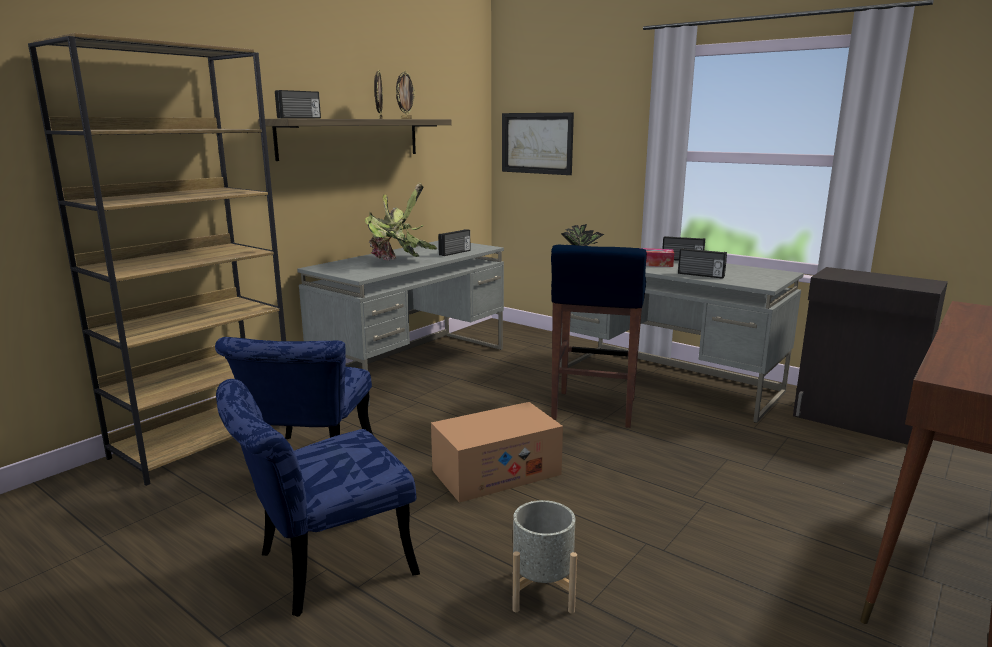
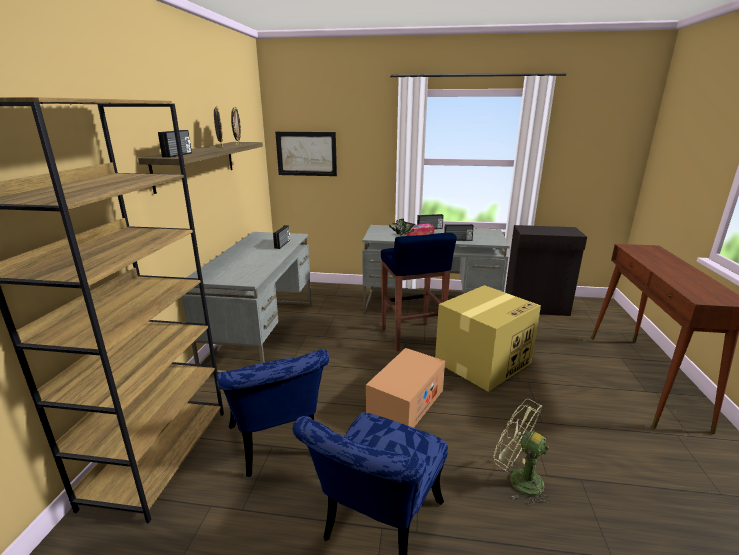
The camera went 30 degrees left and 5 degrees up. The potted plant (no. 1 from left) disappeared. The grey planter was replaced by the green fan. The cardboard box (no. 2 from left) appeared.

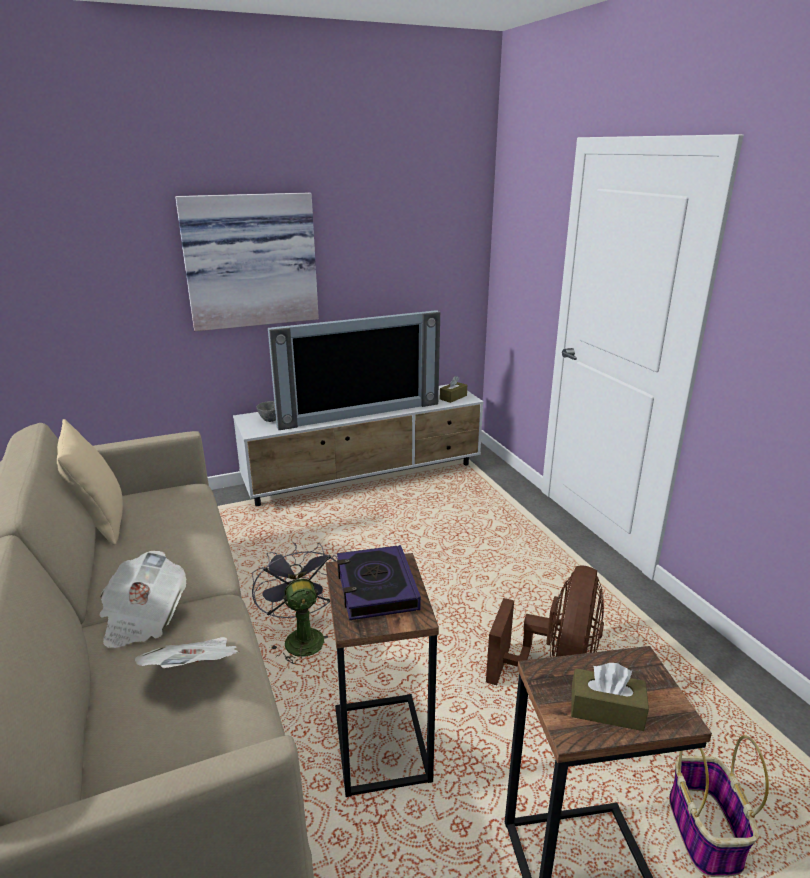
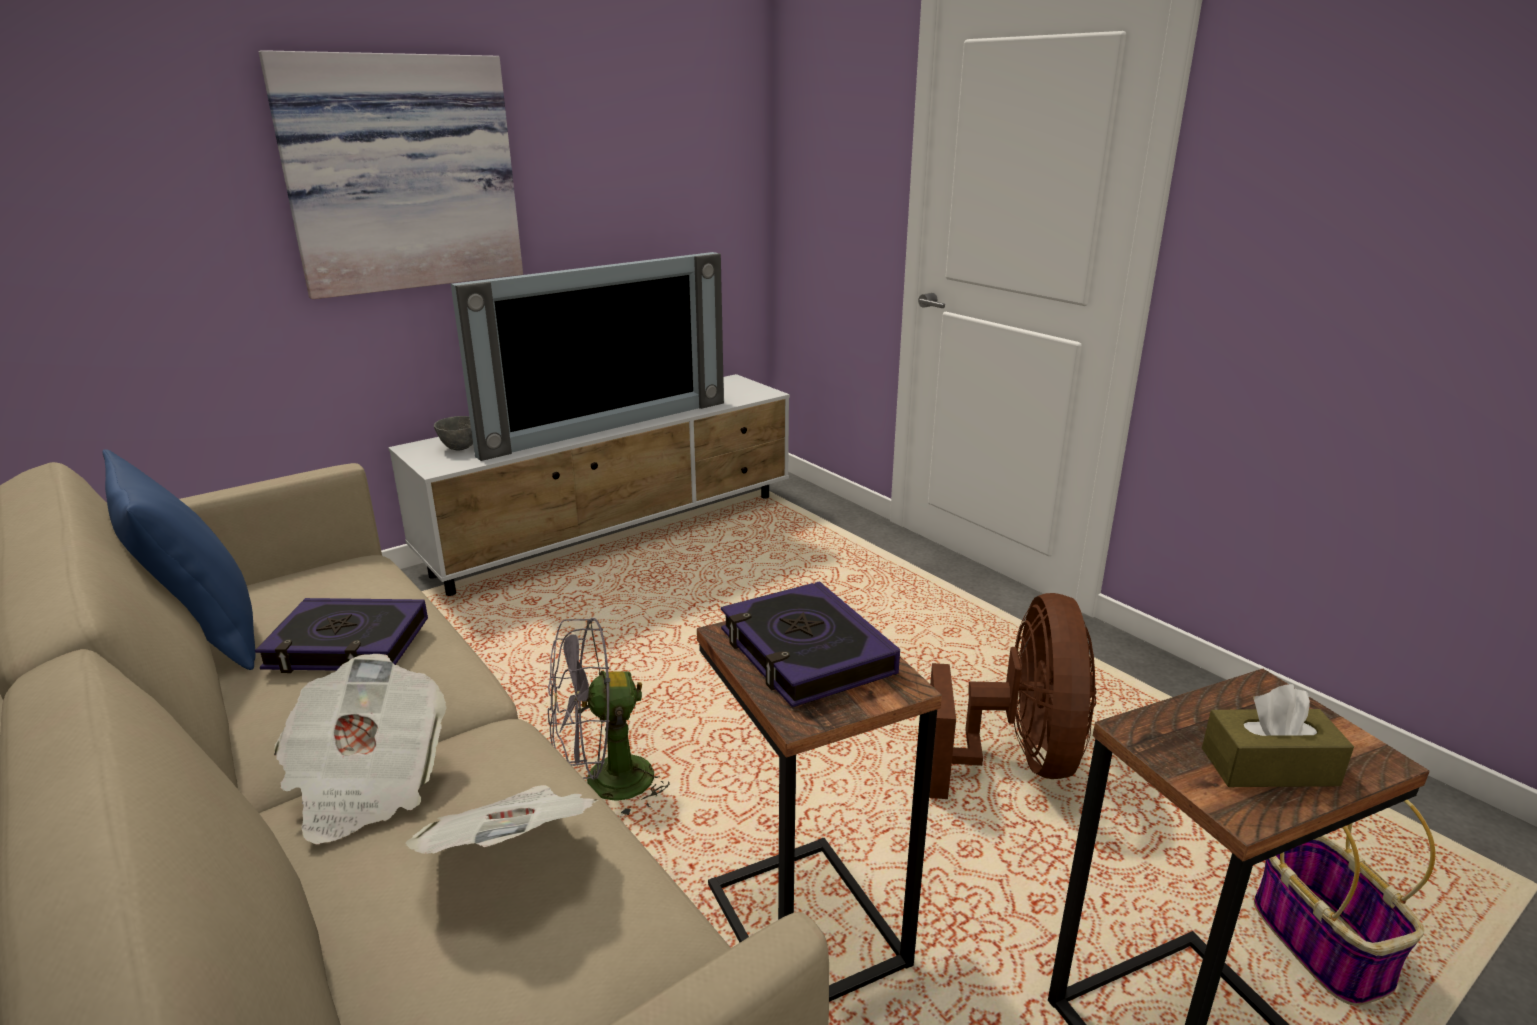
The camera went 15 degrees left and 0 degrees up. The beige pillow became the blue pillow. The grey fan turned 75 degrees counterclockwise. The brown tissue box (no. 1 from left) disappeared. The book (no. 1 from left) appeared.

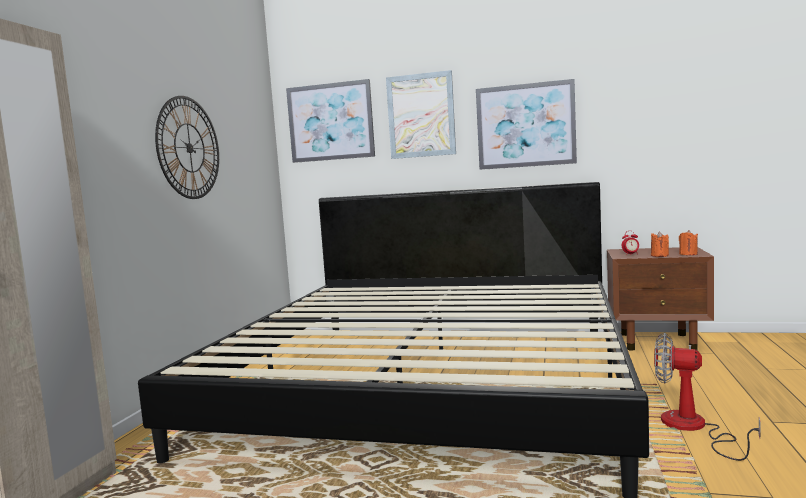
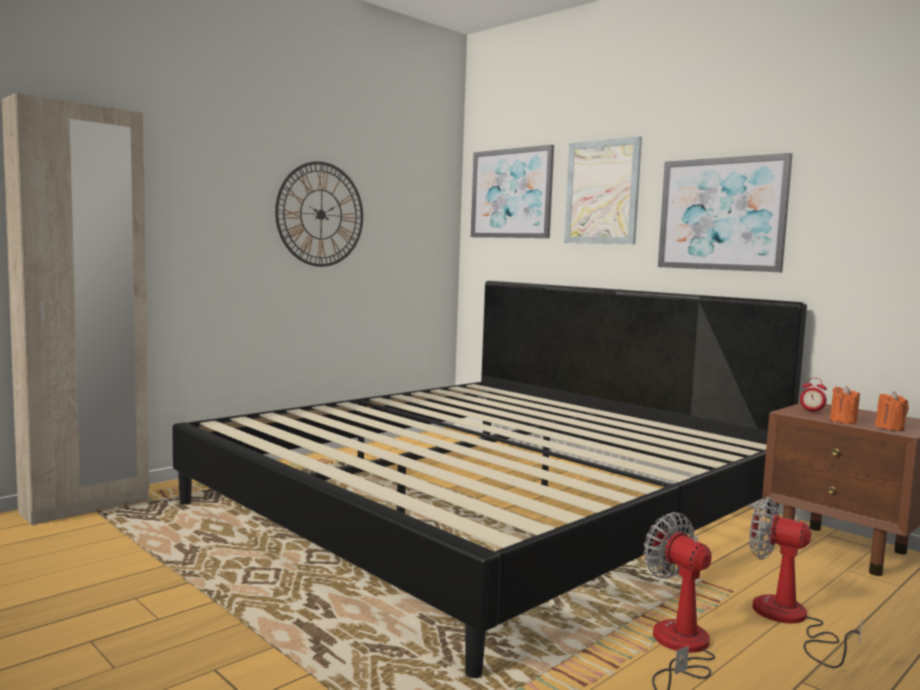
The camera went 30 degrees right and 0 degrees up. The fan (no. 2 from left) appeared.

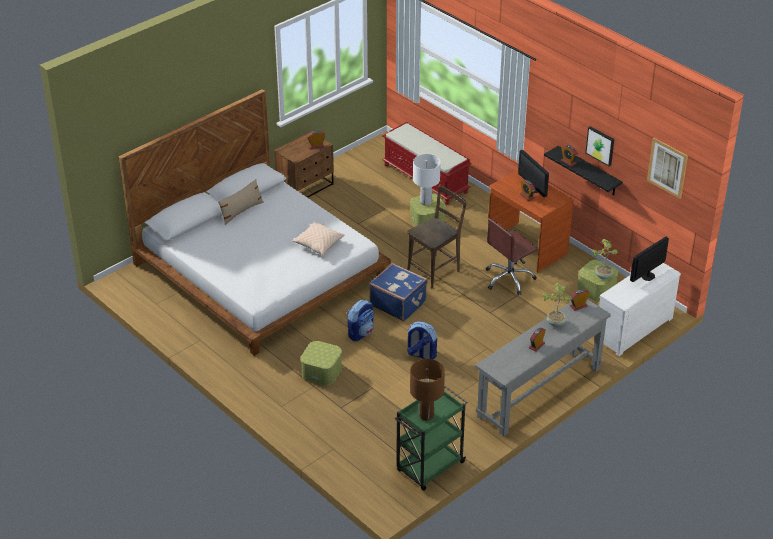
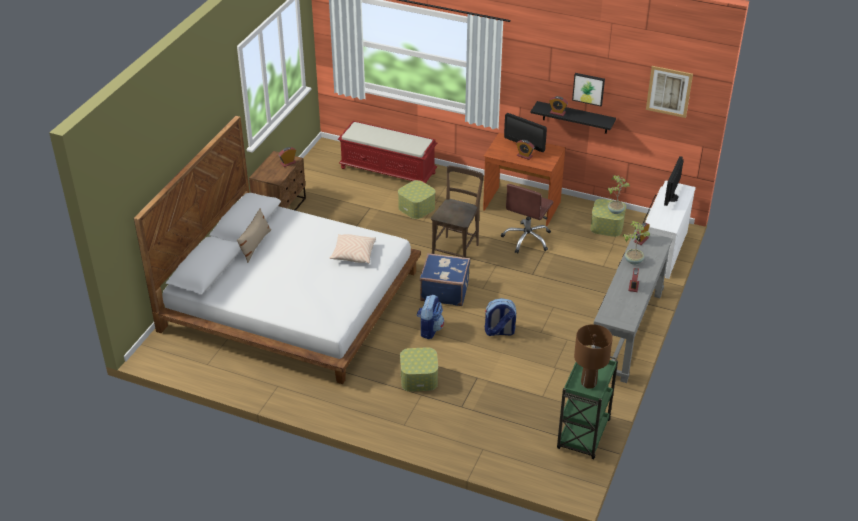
The camera went 25 degrees left and 0 degrees up. The white table lamp disappeared.

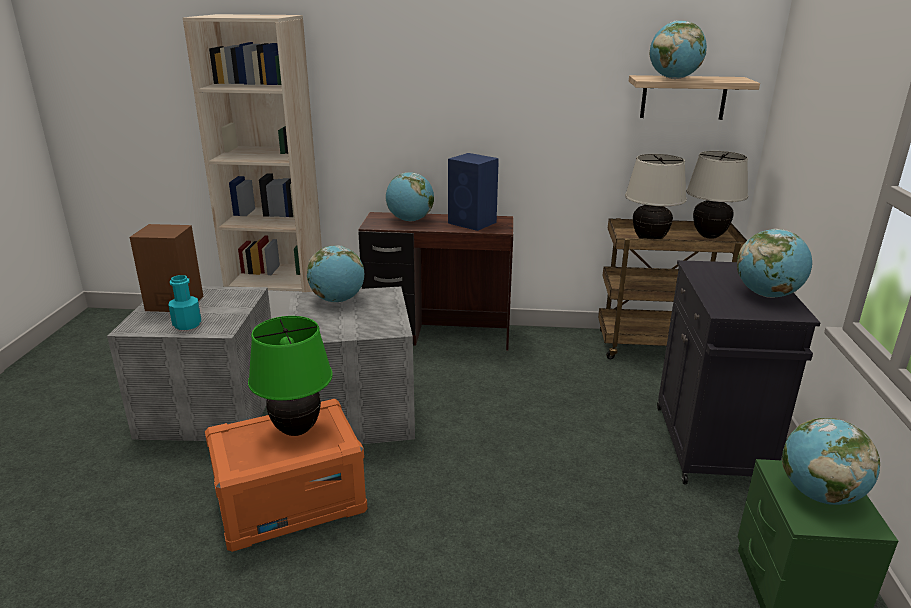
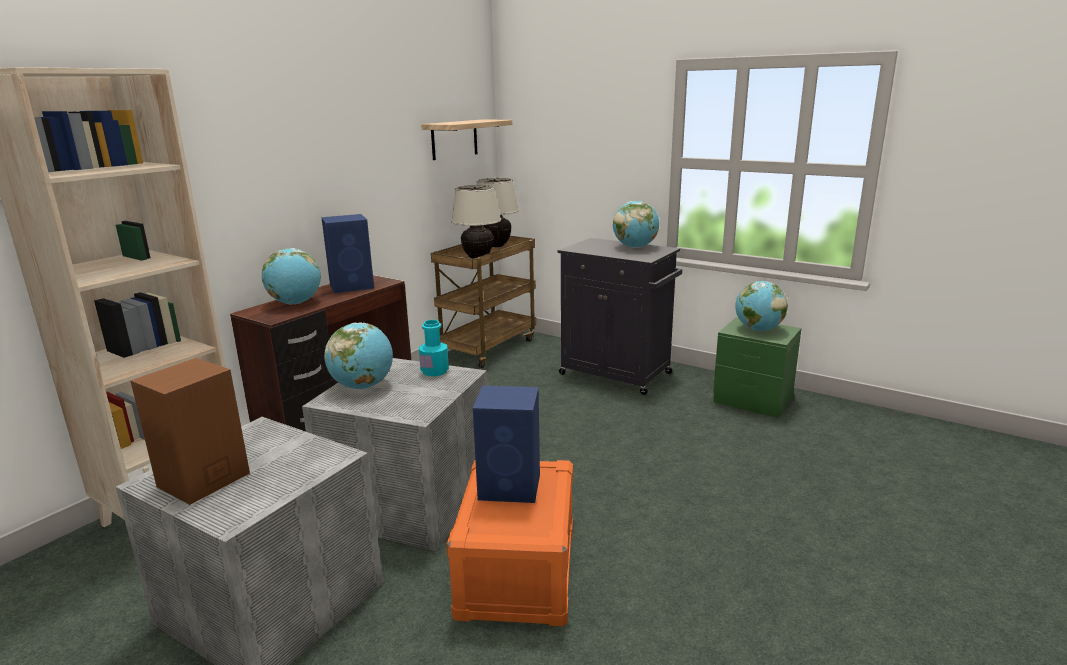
The camera went 60 degrees left and 5 degrees down. The turquoise bottle moved. The green table lamp was replaced by the blue speaker (no. 2 from left). The globe (no. 3 from left) disappeared.

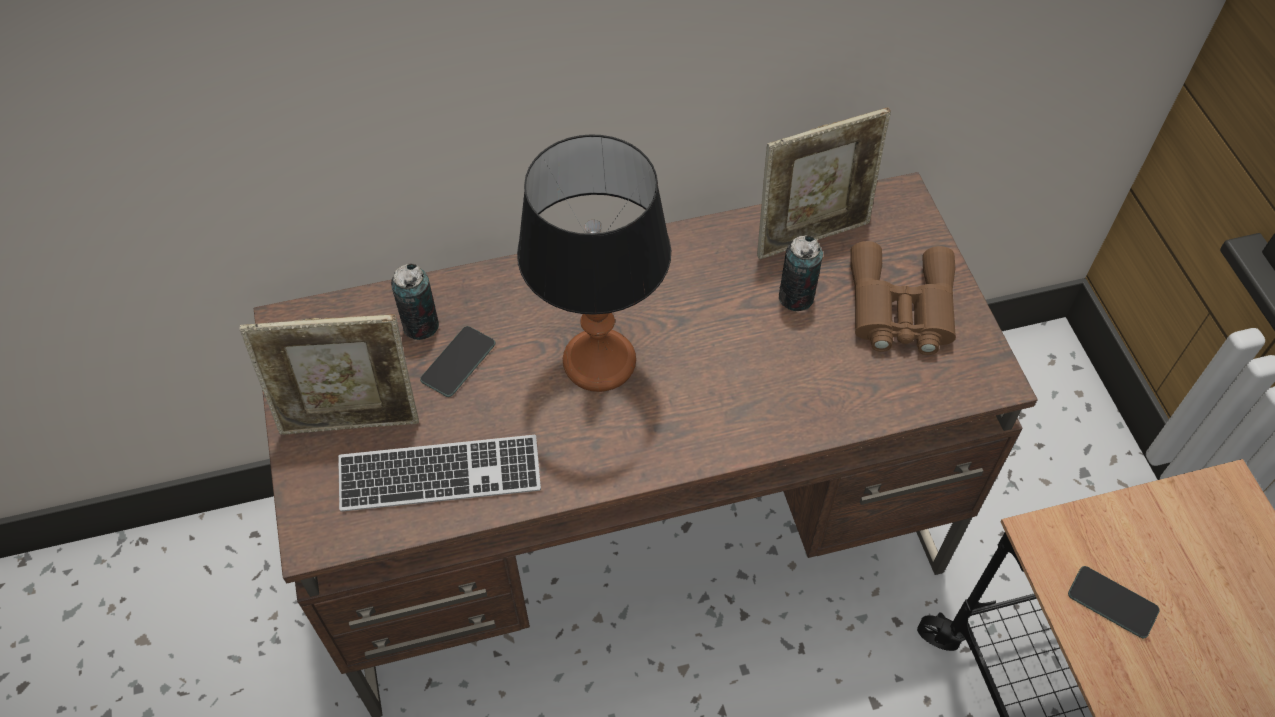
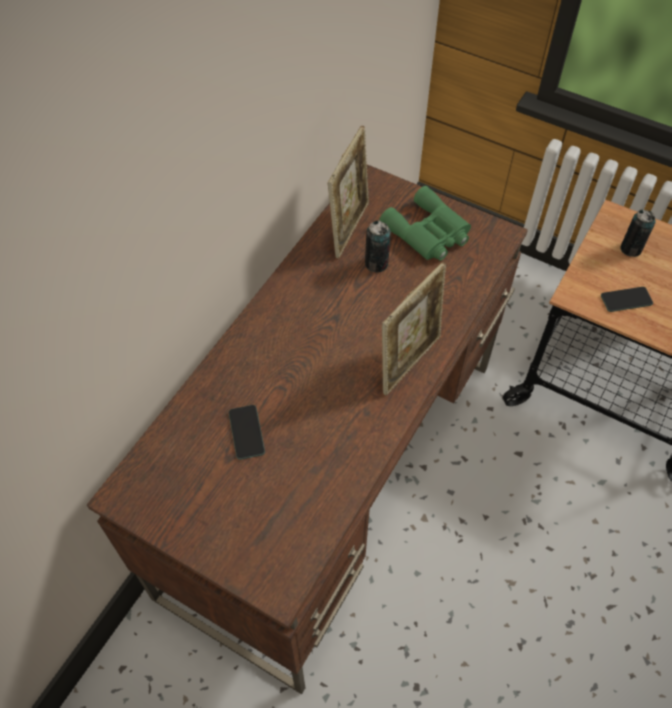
The camera went 45 degrees left and 0 degrees up. The picture frame (no. 1 from left in the first image) moved. The keyboard disappeared. The can (no. 1 from left in the first image) moved. The table lamp disappeared. The brown binoculars became the green binoculars.

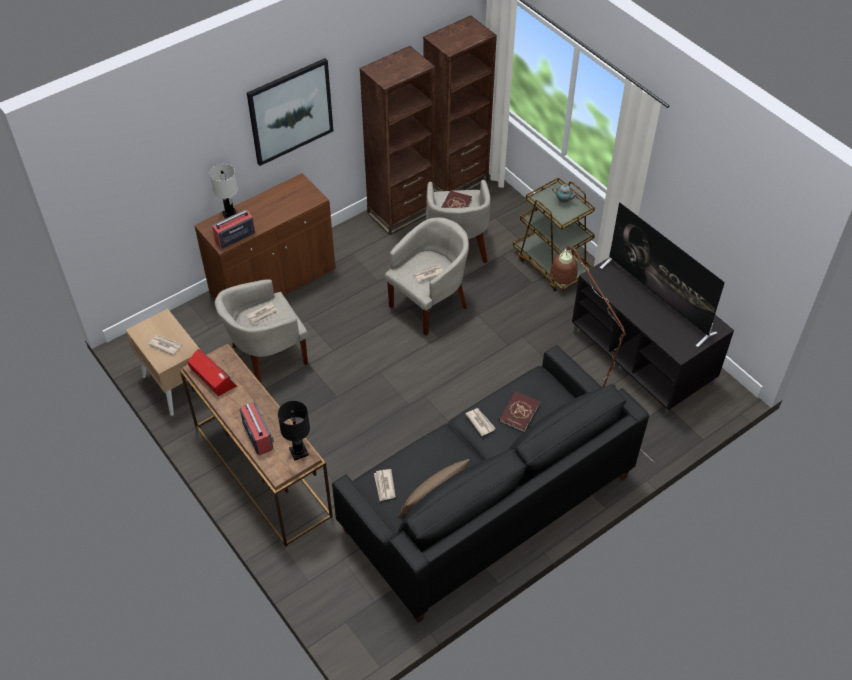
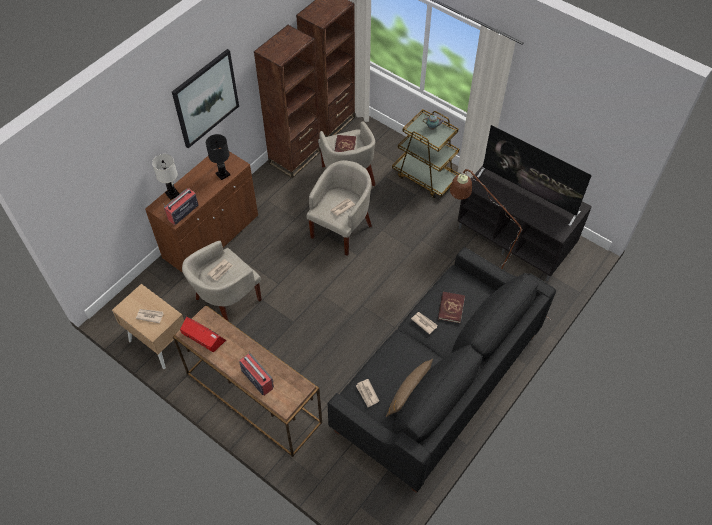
The camera went 15 degrees left and 5 degrees up. The black table lamp moved.

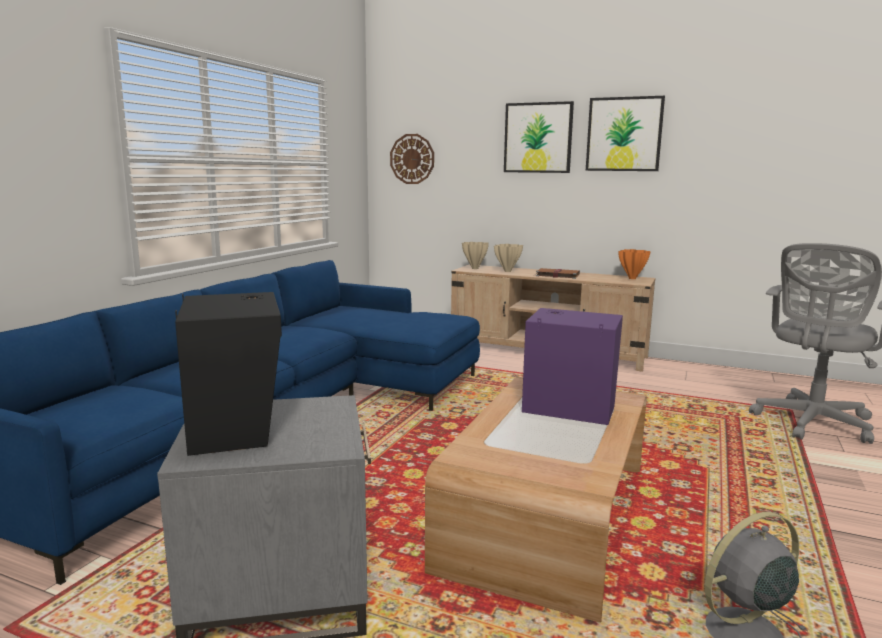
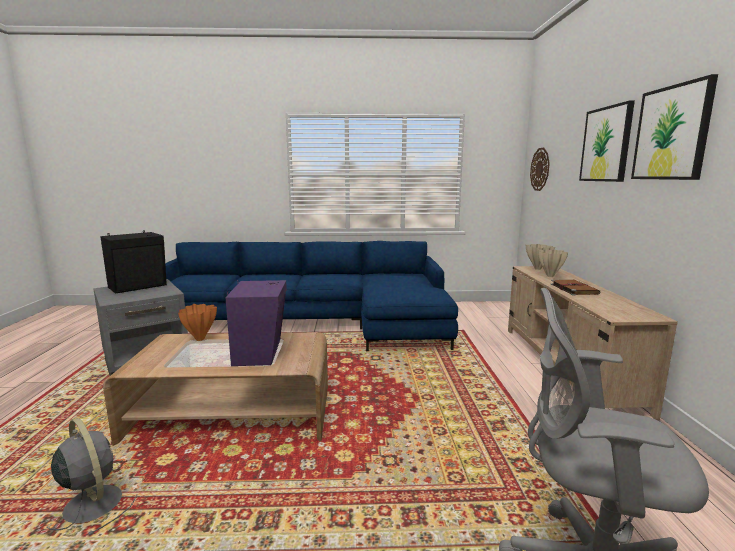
The camera went 65 degrees right and 0 degrees up. The orange vase moved.

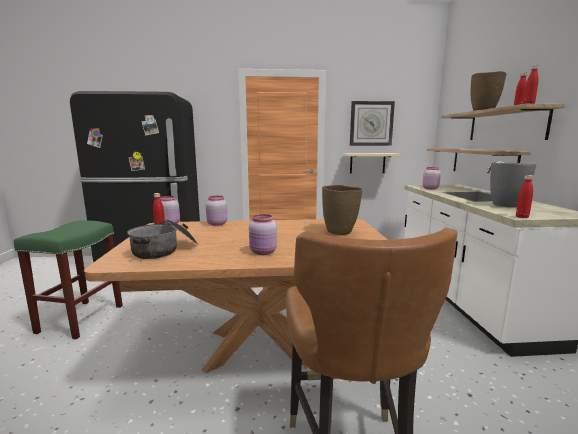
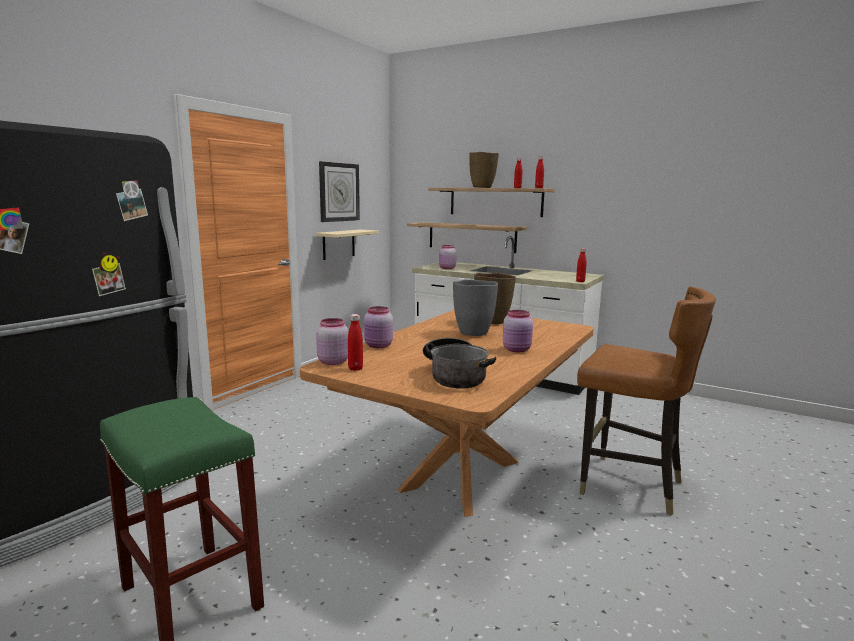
The camera went 55 degrees left and 0 degrees up. The grey vase moved.

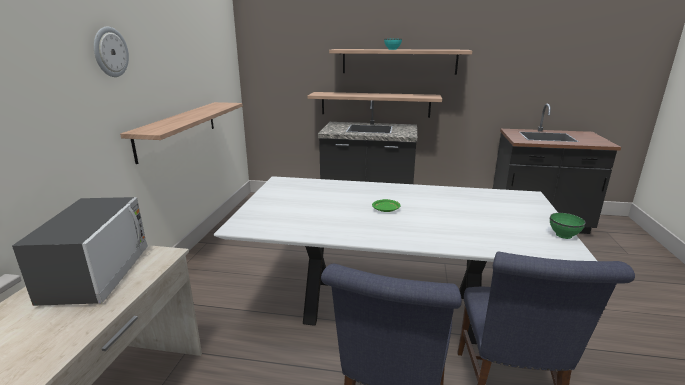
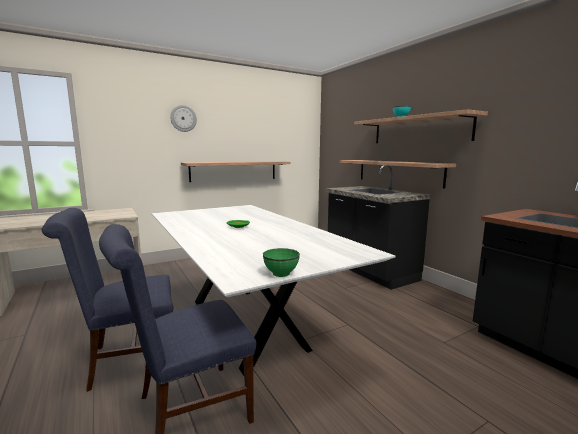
The camera went 50 degrees right and 10 degrees down. The microwave disappeared.

